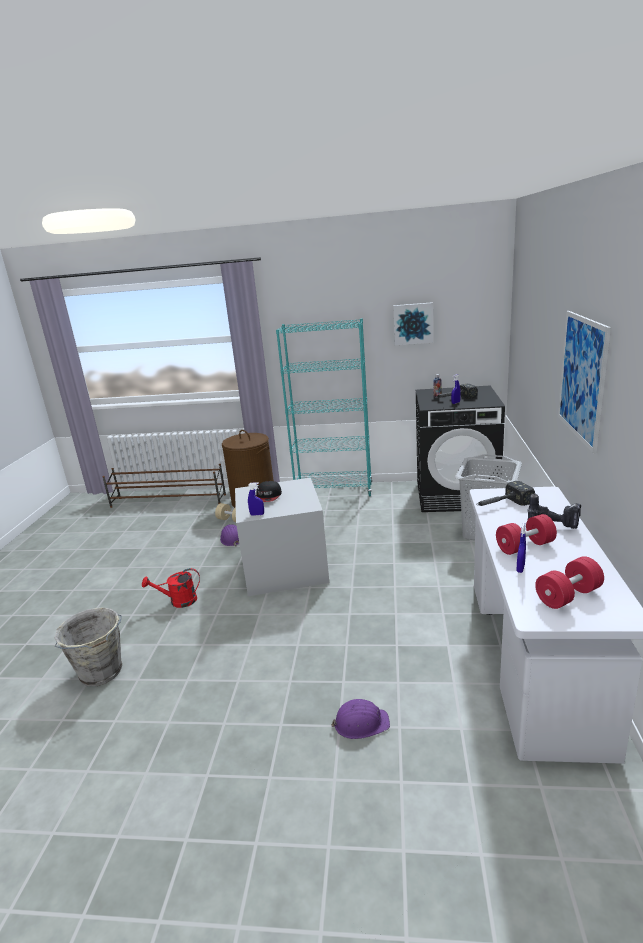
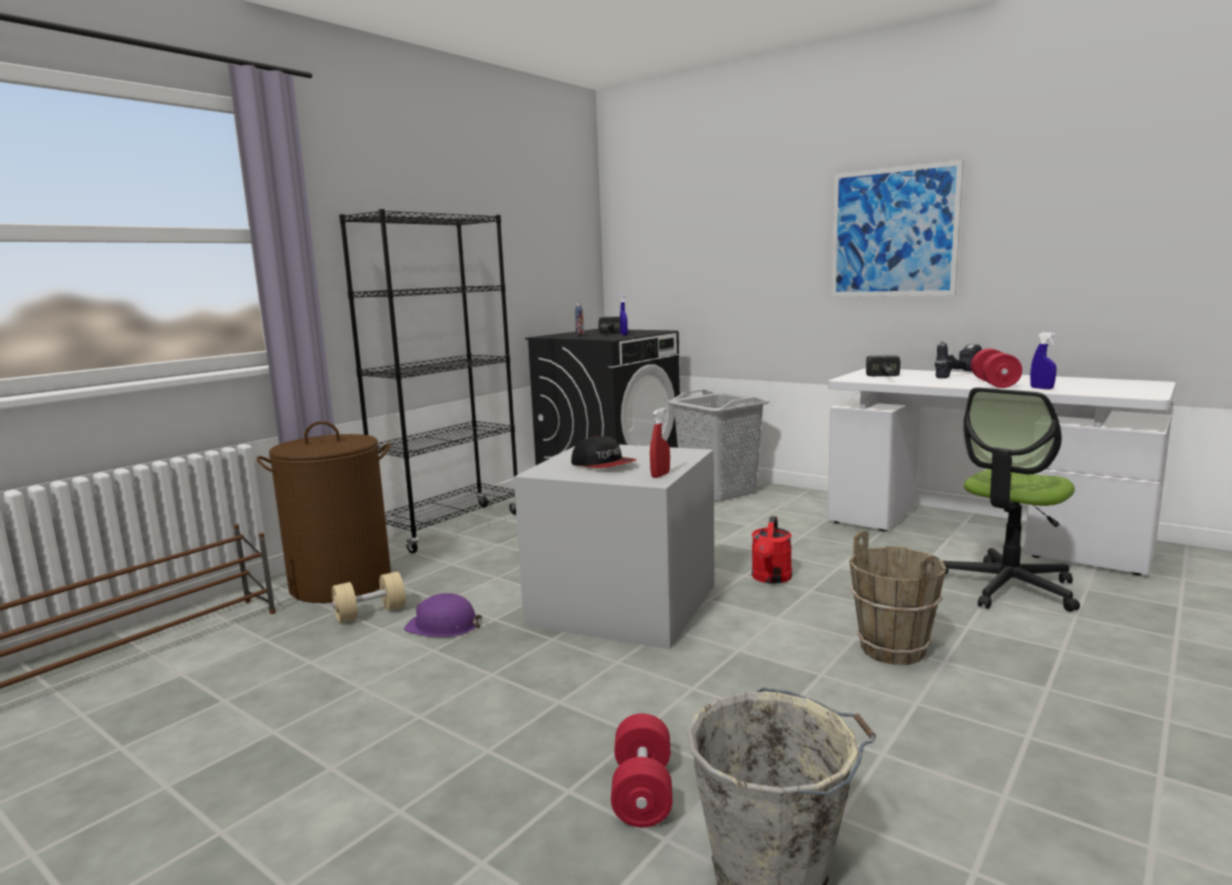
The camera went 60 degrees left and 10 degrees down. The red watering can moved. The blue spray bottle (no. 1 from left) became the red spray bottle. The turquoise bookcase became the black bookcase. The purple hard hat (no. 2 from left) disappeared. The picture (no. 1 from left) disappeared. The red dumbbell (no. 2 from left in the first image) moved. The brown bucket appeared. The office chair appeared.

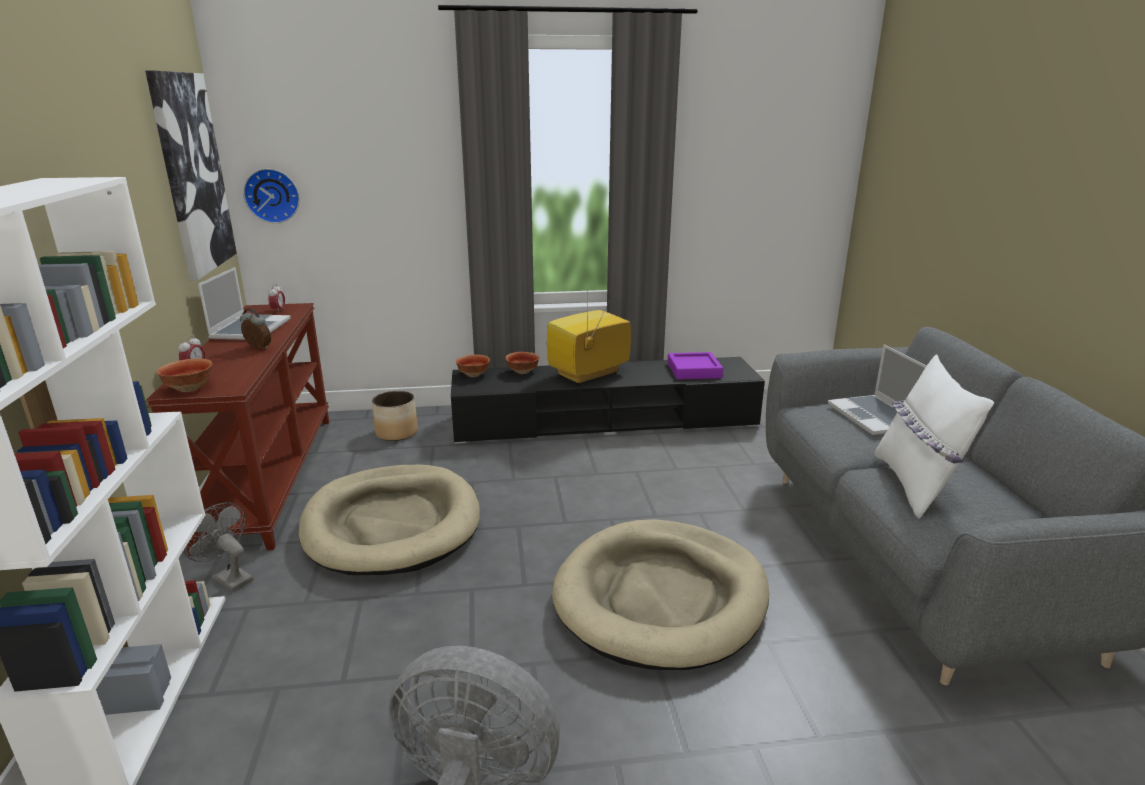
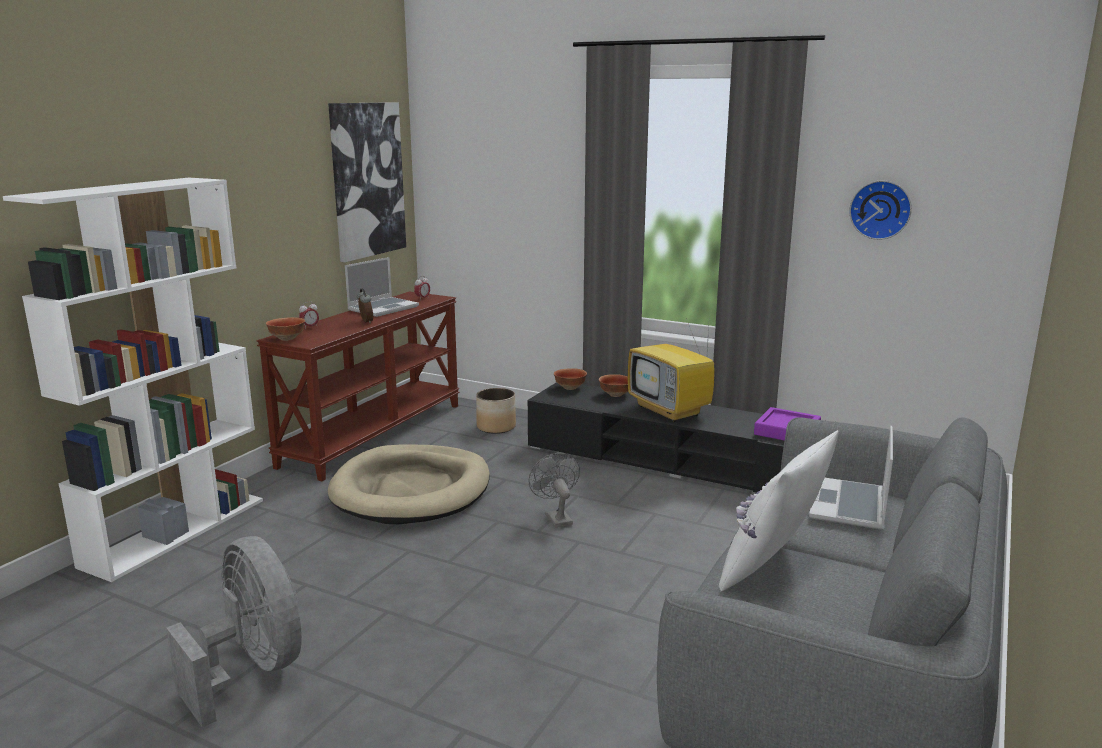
The camera went 35 degrees right and 5 degrees down. The grey fan (no. 1 from left in the first image) moved. The wall clock moved. The television turned 120 degrees counterclockwise. The beige dog bed (no. 2 from left) disappeared.

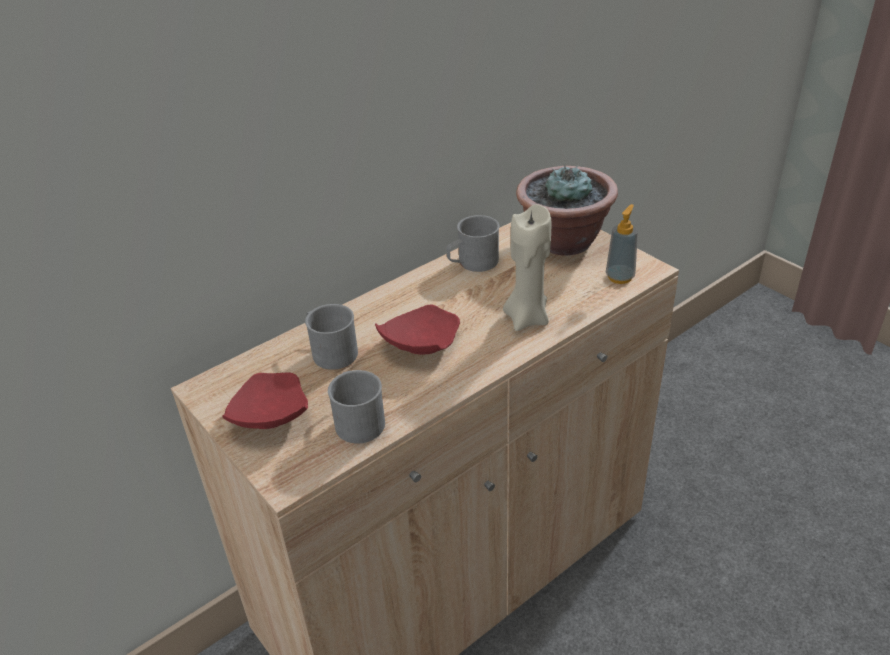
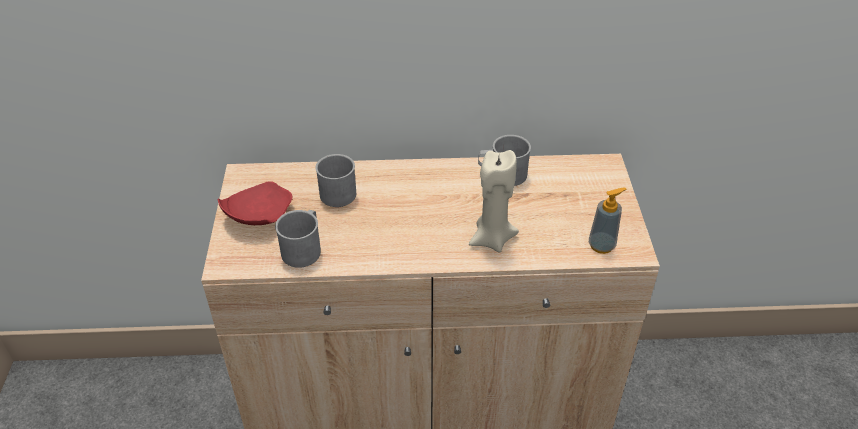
The camera went 35 degrees right and 5 degrees up. The red plate (no. 2 from left) disappeared. The potted plant disappeared.

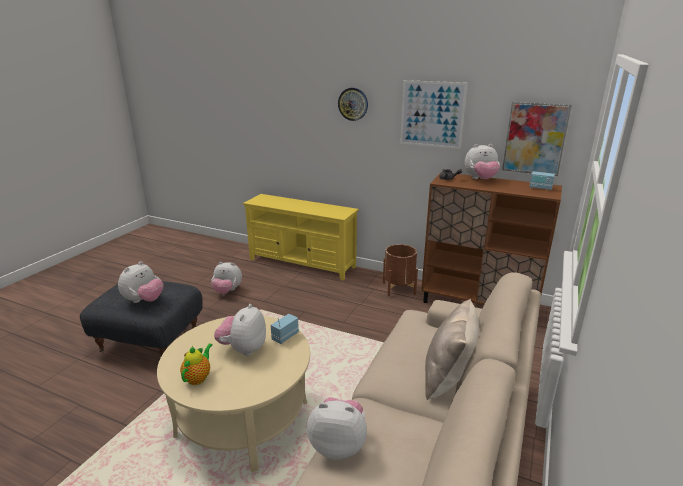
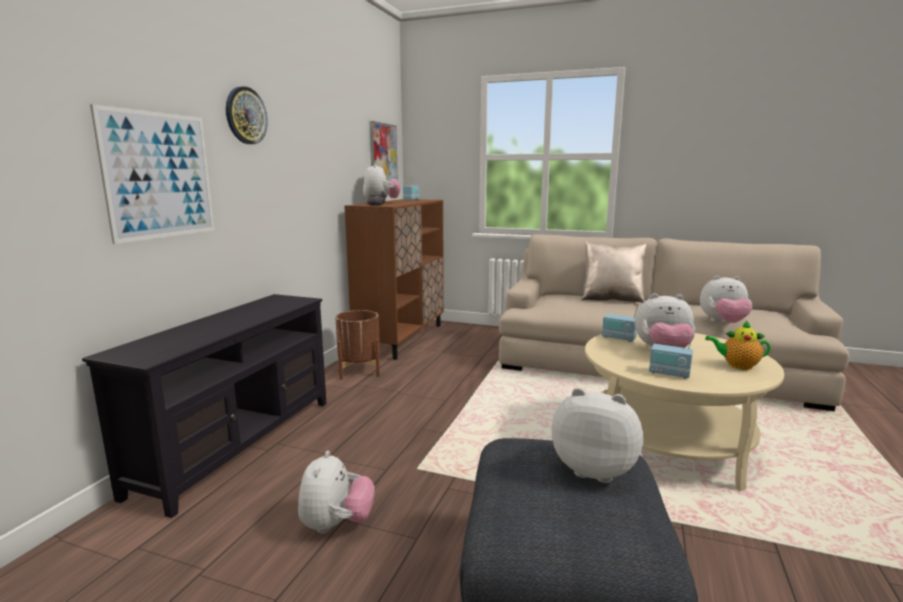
The camera went 95 degrees left and 10 degrees down. The yellow tv stand became the black tv stand. The plush toy (no. 4 from left in the first image) turned 90 degrees counterclockwise. The picture (no. 1 from left) moved. The radio (no. 3 from left) appeared.

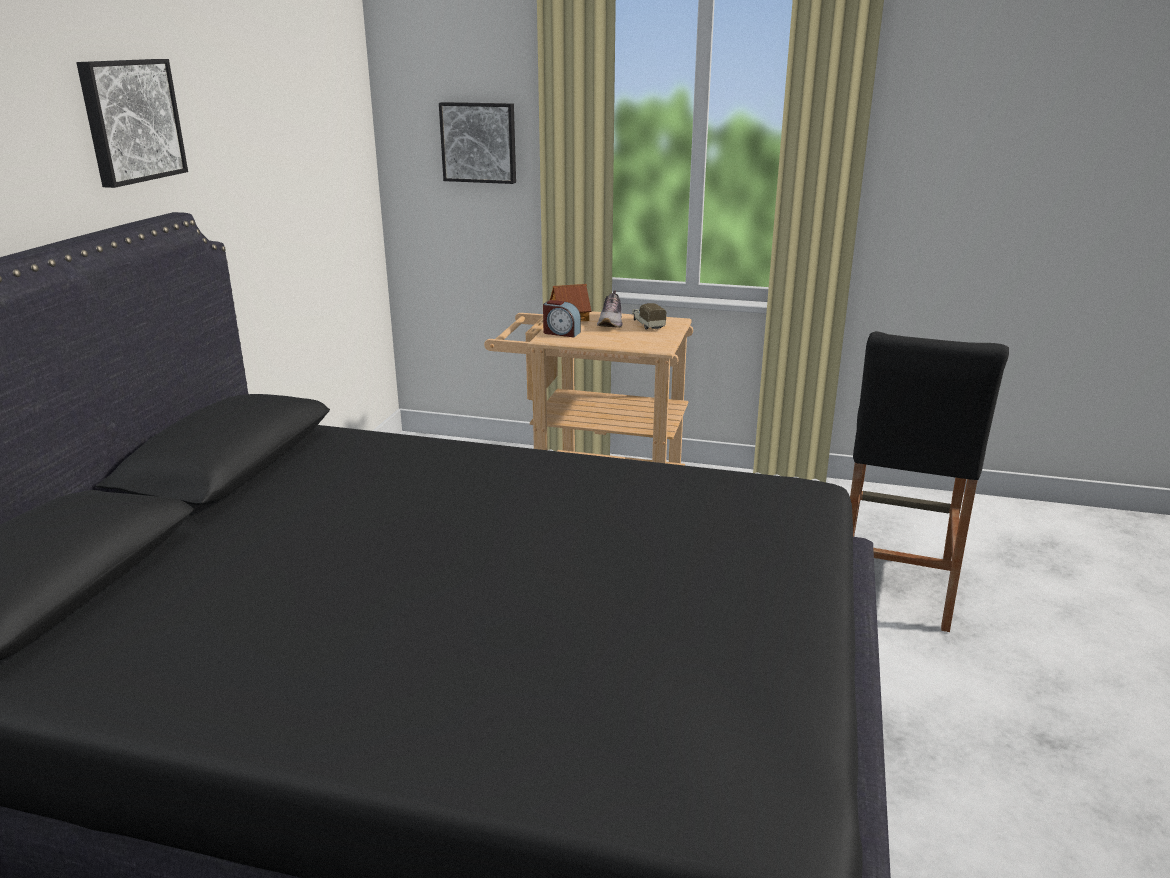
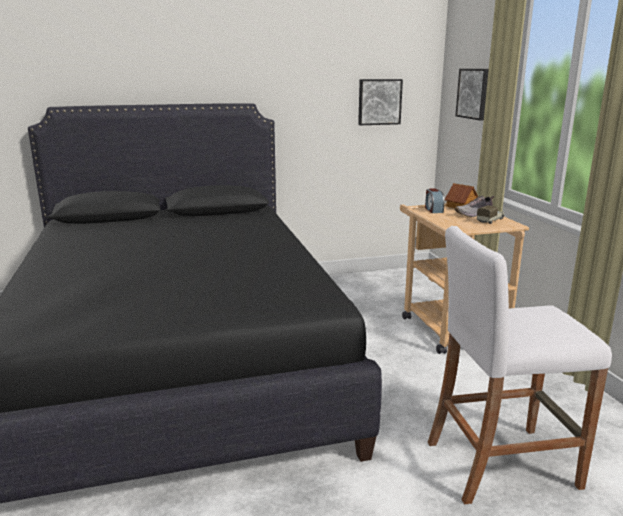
The camera went 60 degrees right and 5 degrees down. The picture (no. 1 from left) moved. The black stool became the white stool.

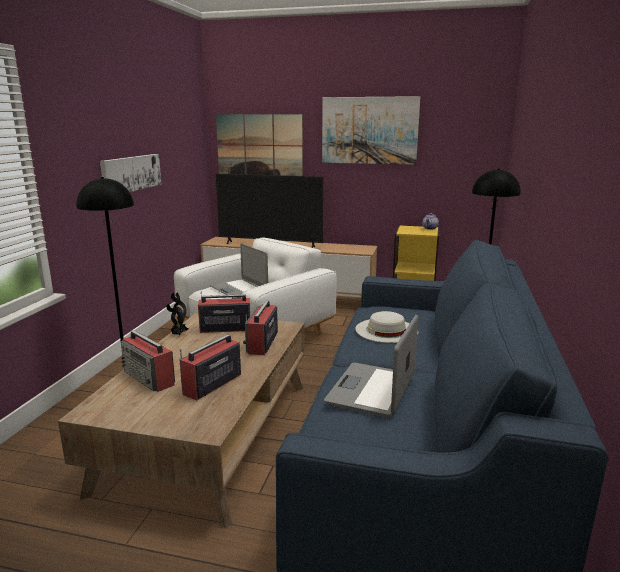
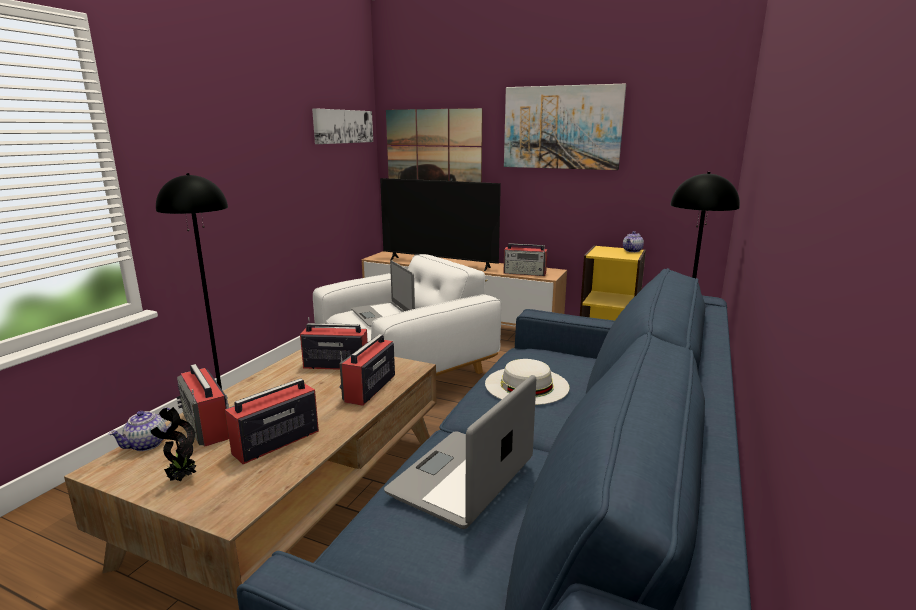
The camera went 10 degrees right and 0 degrees up. The picture (no. 1 from left) moved. The potted plant moved. The teapot (no. 1 from left) appeared. The radio (no. 5 from left) appeared.

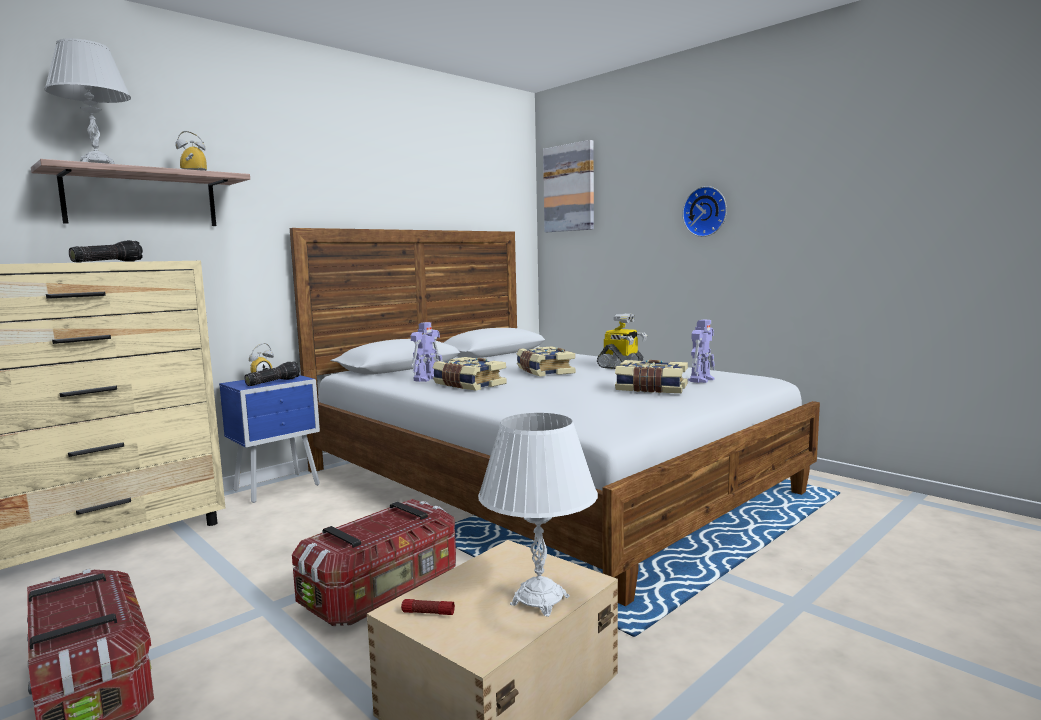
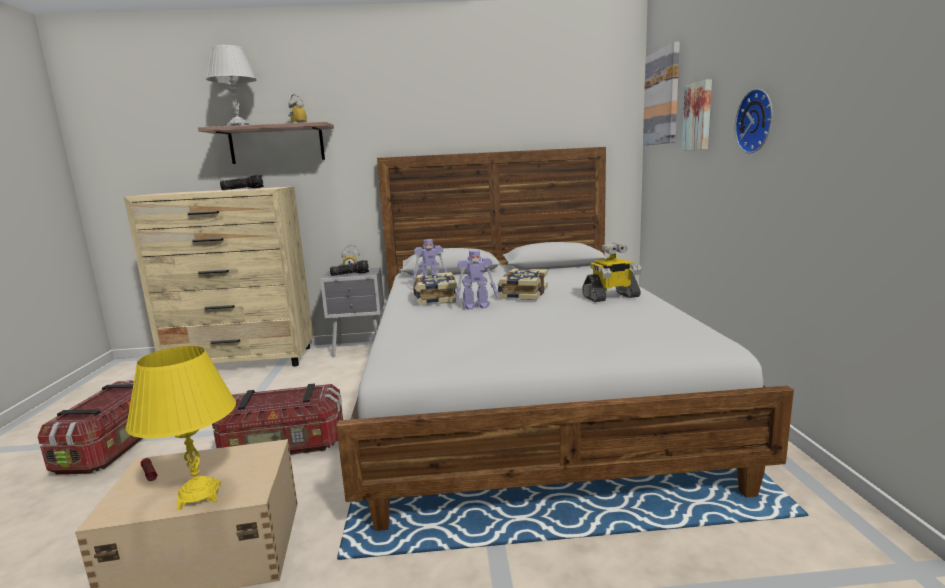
The camera went 40 degrees right and 5 degrees up. The blue nightstand became the grey nightstand. The white table lamp (no. 2 from left) became the yellow table lamp. The book (no. 3 from left) disappeared. The toy robot (no. 3 from left in the first image) moved. The picture (no. 2 from left) appeared.

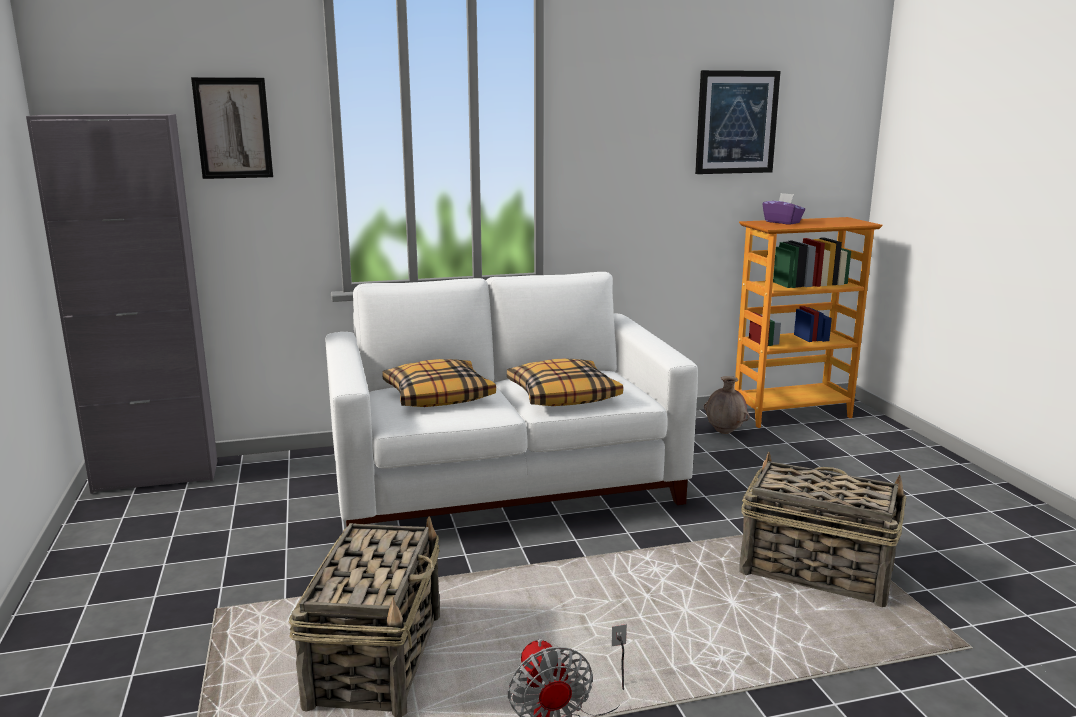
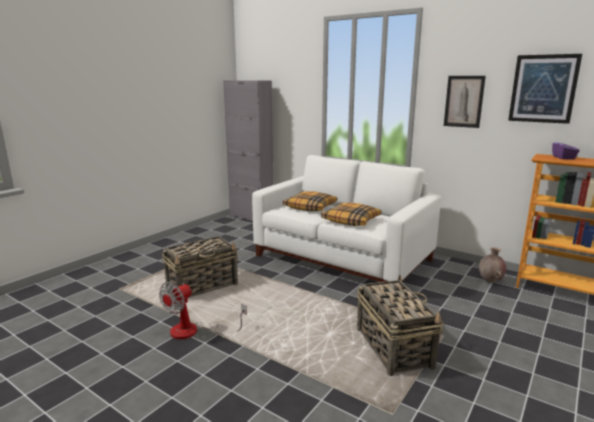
The camera went 50 degrees right and 0 degrees up. The picture (no. 1 from left) moved.

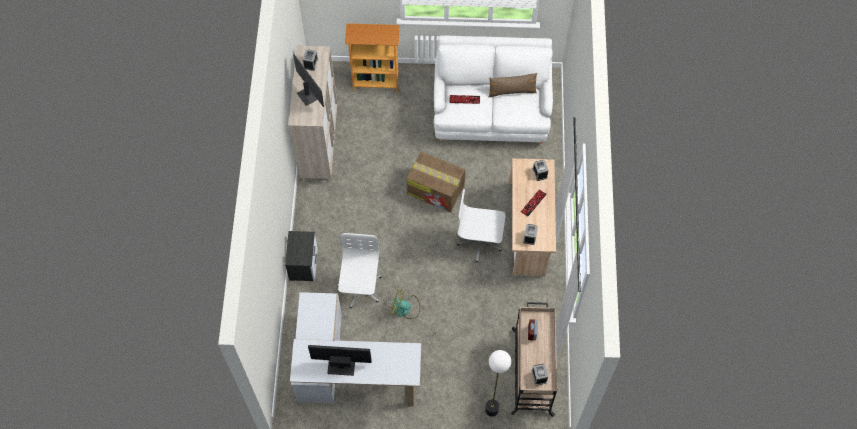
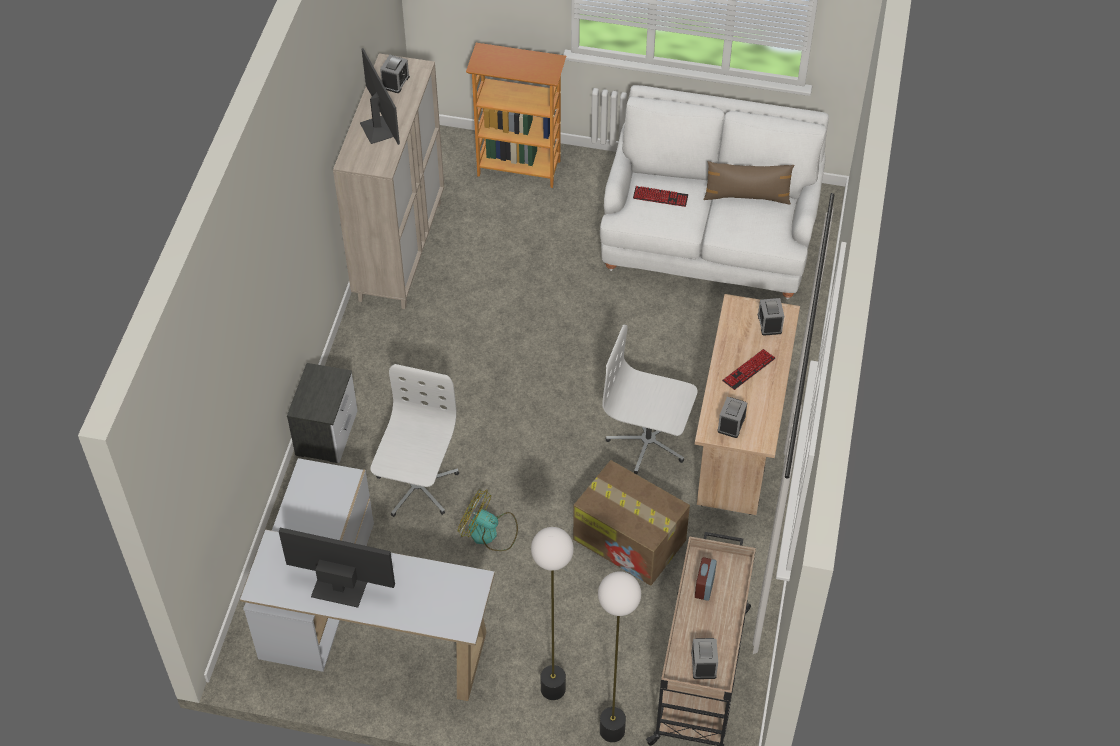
The camera went 10 degrees right and 10 degrees down. The cardboard box moved. The floor lamp (no. 1 from left) appeared.

